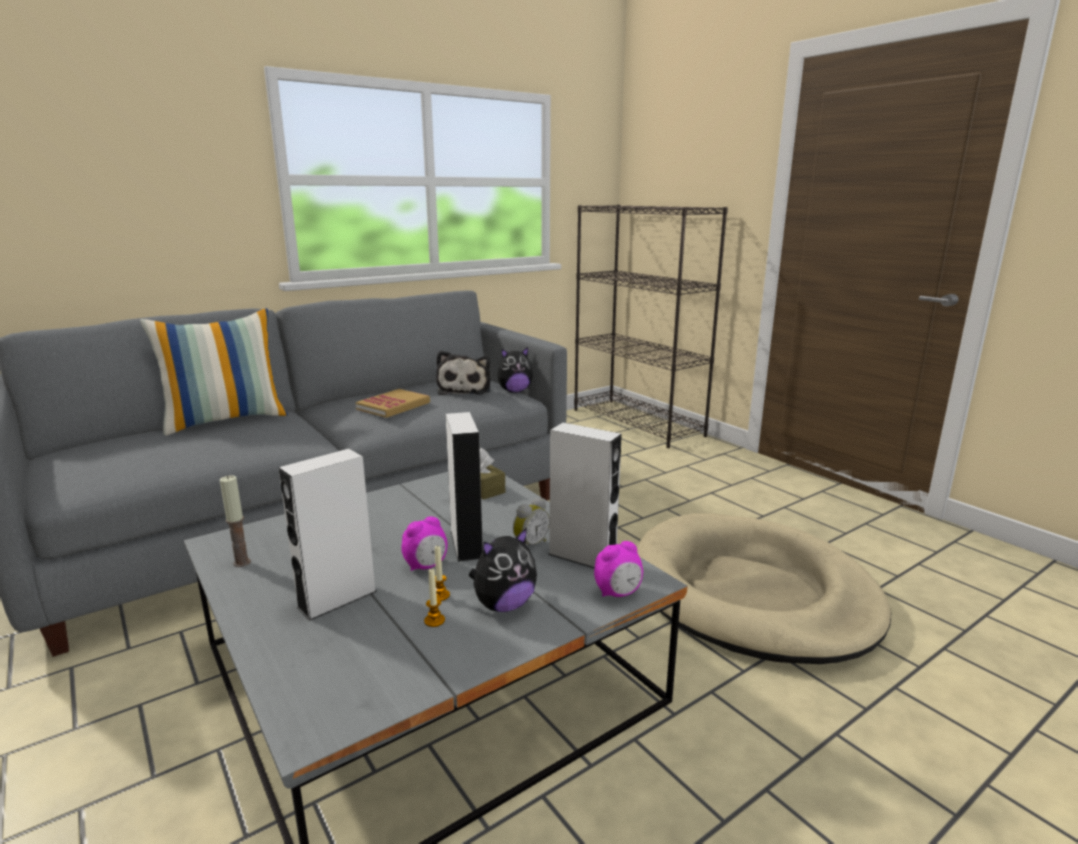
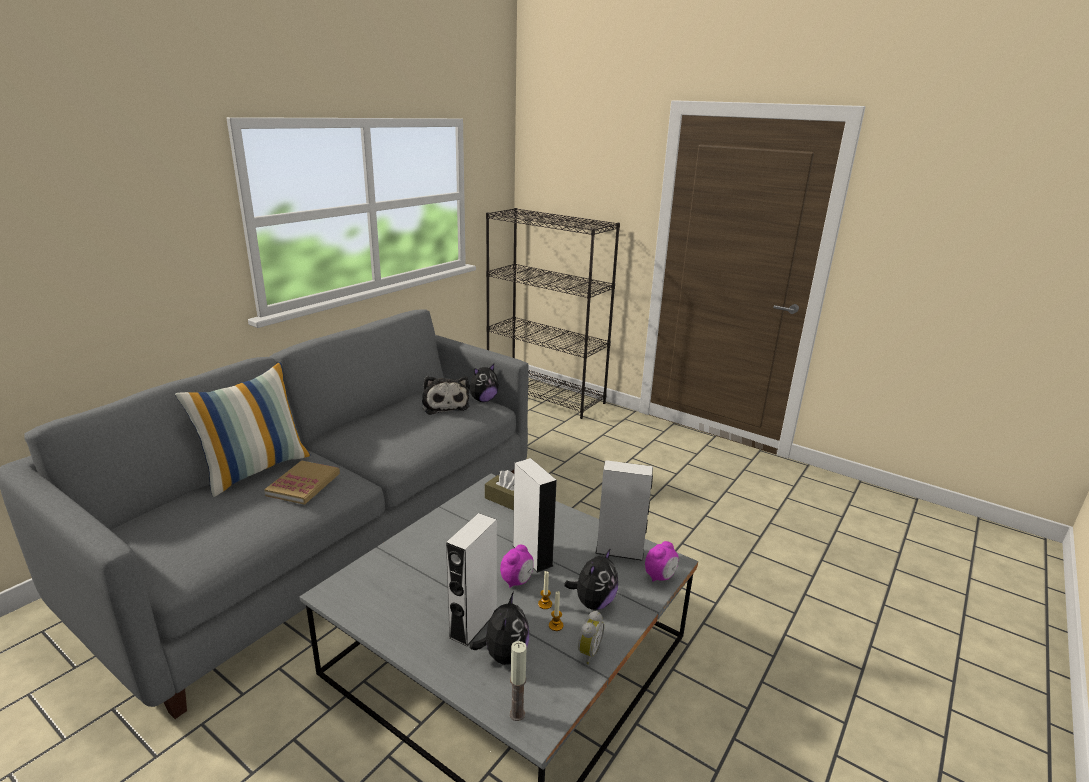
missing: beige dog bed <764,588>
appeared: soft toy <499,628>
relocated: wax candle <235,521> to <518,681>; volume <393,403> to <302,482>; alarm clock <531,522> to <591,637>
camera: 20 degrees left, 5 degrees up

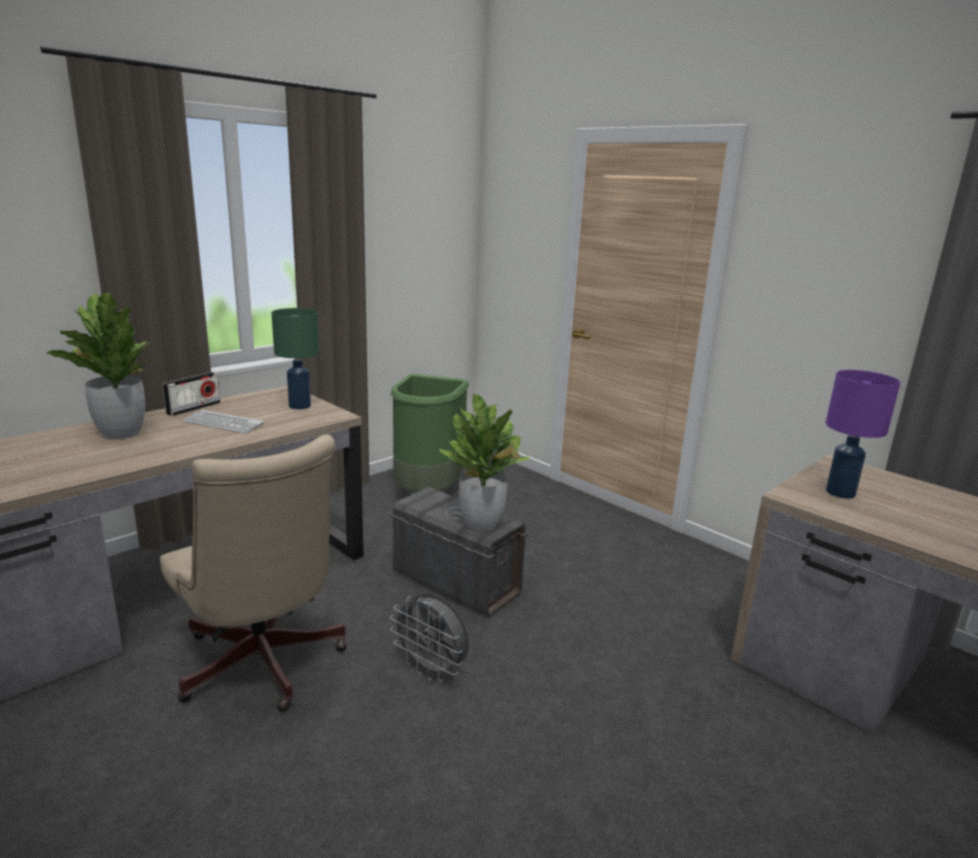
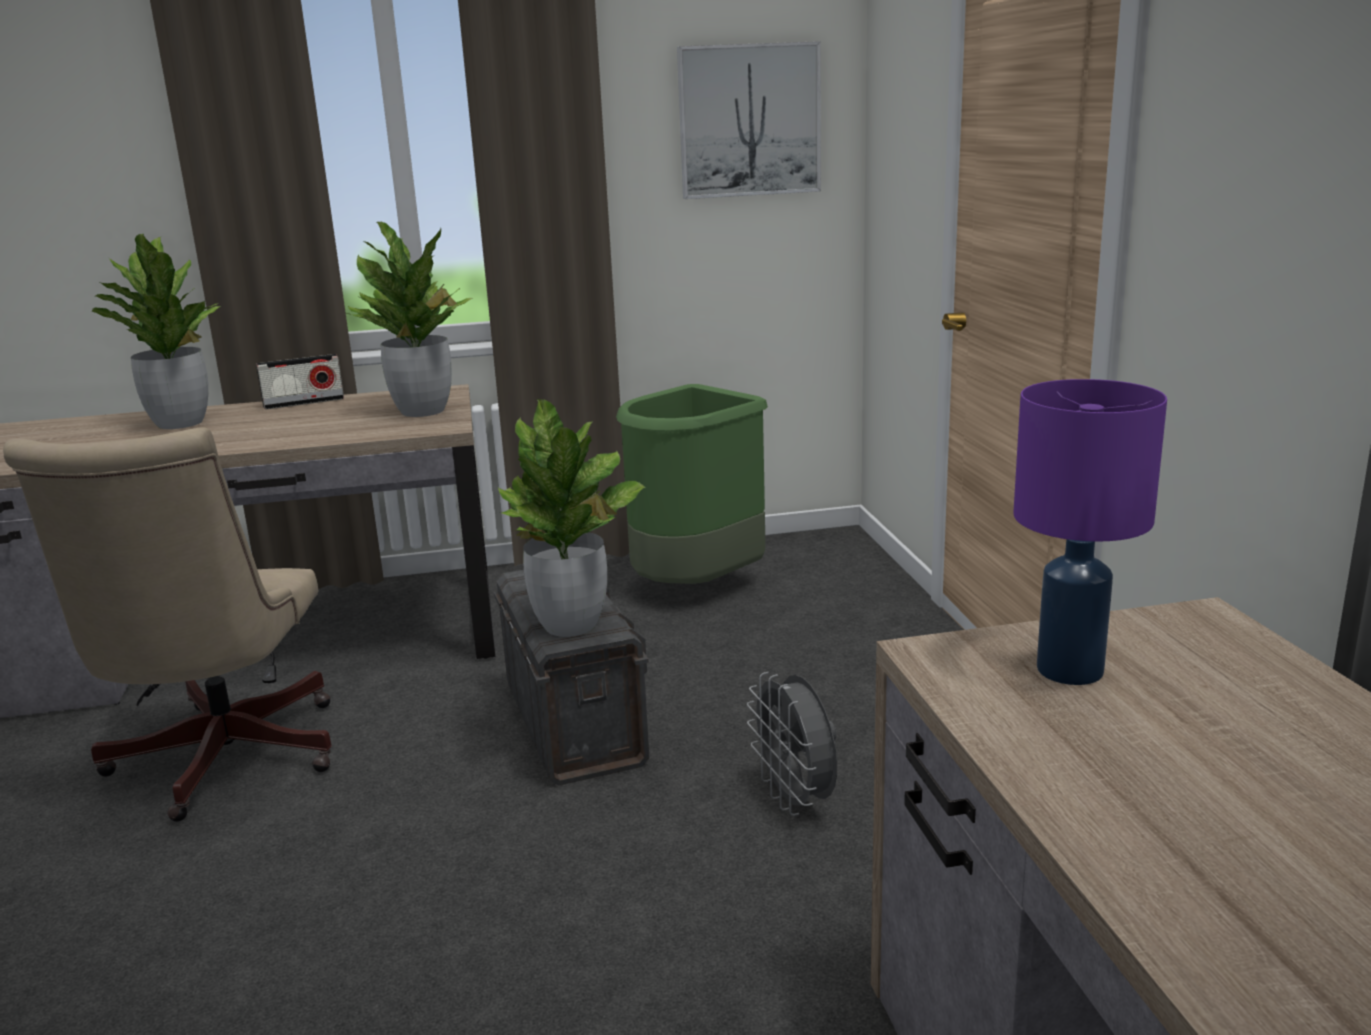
missing: computer keyboard <223,422>
appeared: picture <749,120>
relocated: greyish fan <429,638> to <792,744>
exchanged: green-coloured tabletop lamp <295,358> to plant in a pot <410,319>
camera: 35 degrees right, 0 degrees up

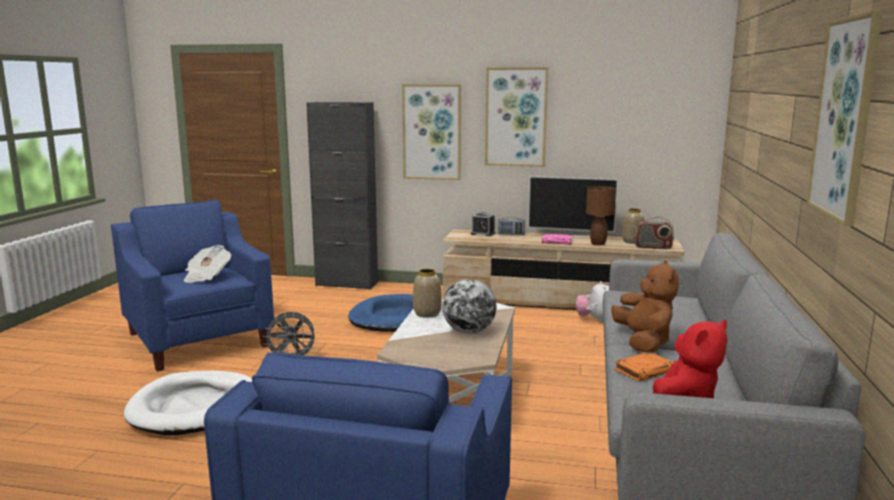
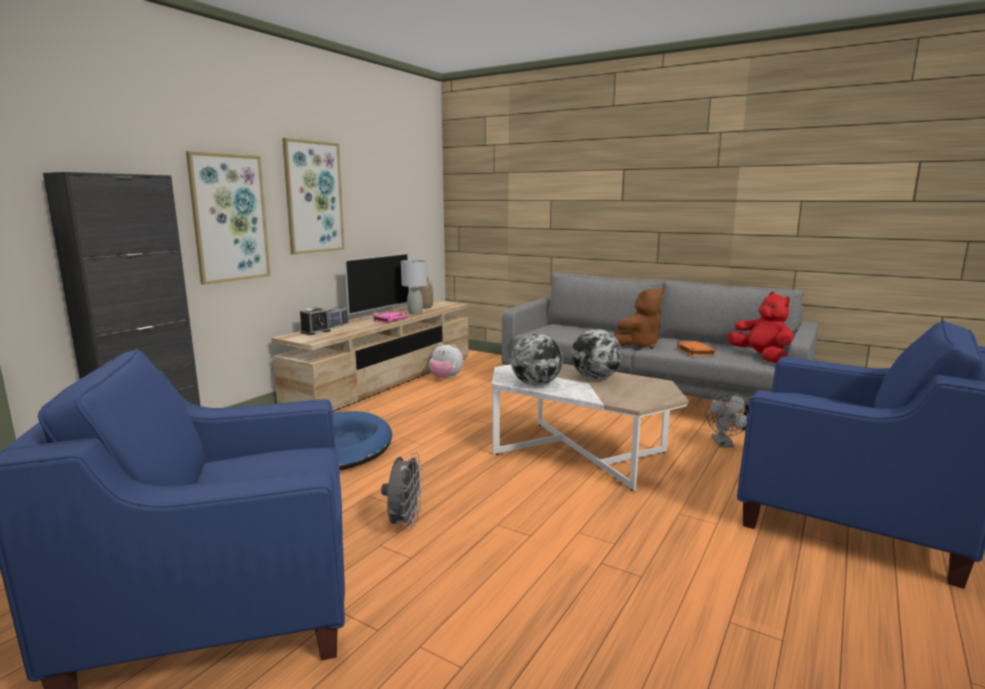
missing: white dog bed <188,403>; daily paper <207,264>; radio <654,233>; picture <845,118>
appeared: greyish fan <728,419>
exchanged: decorative vase <427,293> to globe <537,360>
colour: brown-coloured tabletop lamp <600,215> to greyish tabletop lamp <414,287>
spun: brown-coloured soft toy <645,306> = <639,318> 135 degrees clockwise
camera: 70 degrees left, 0 degrees up

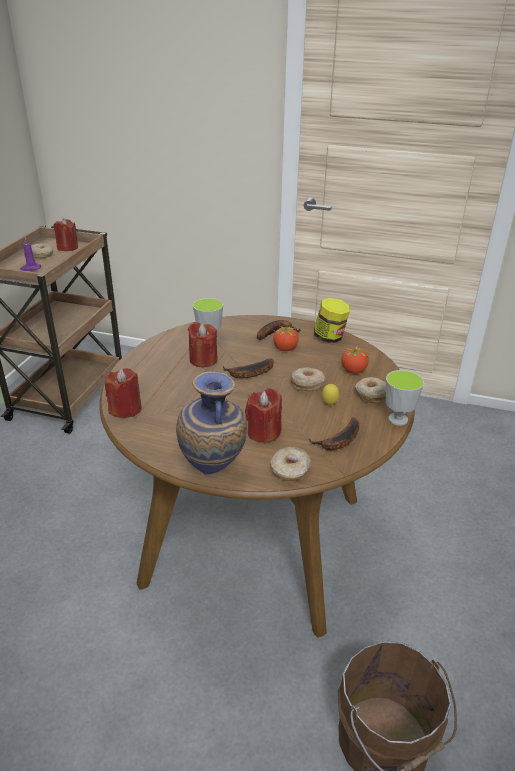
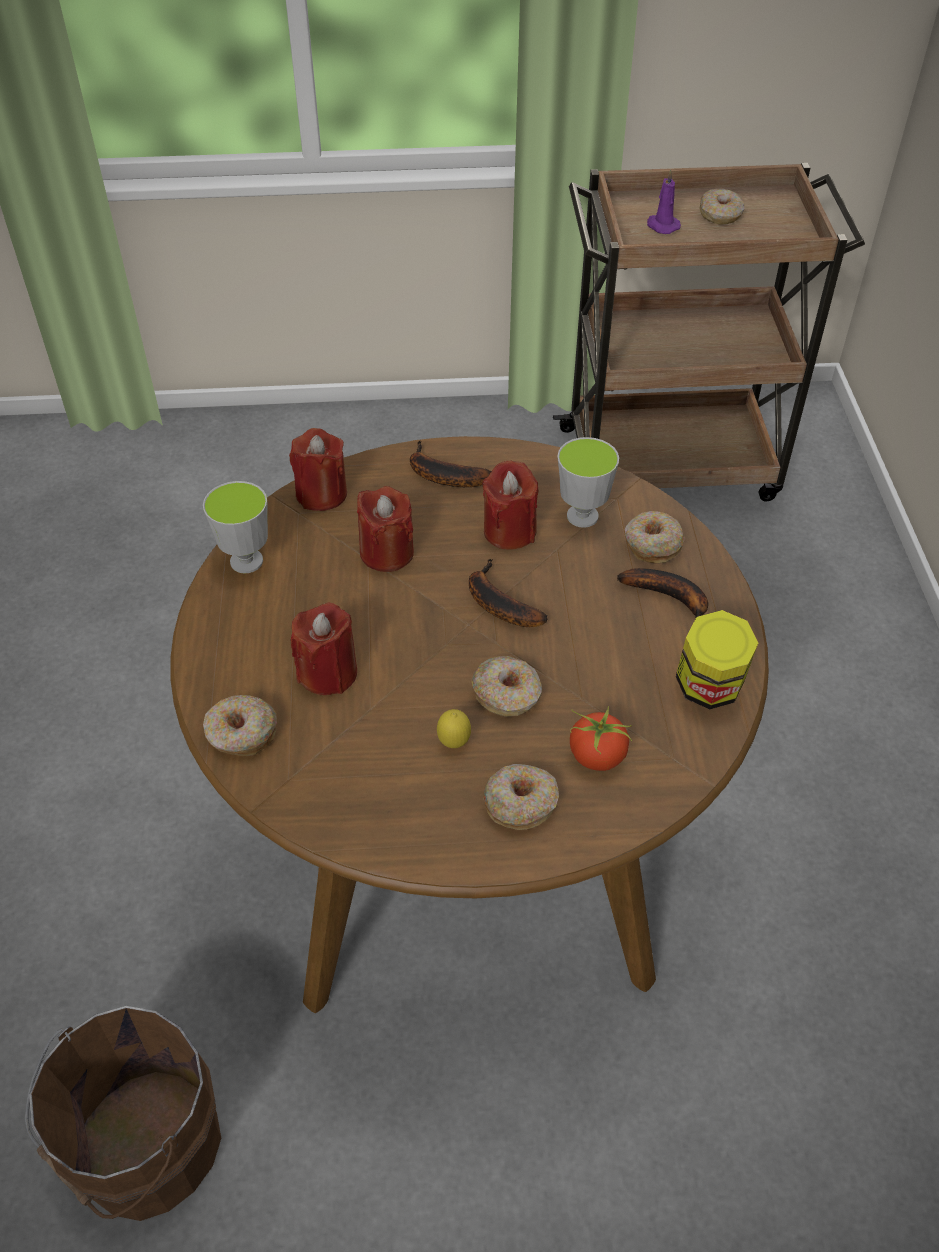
missing: decorative vase <211,423>; whole tomato <286,338>
appeared: doughnut <655,537>
relocated: red wax candle <66,234> to <385,529>; banana fruit <334,434> to <450,463>; drinking cup <405,398> to <235,527>
camera: 70 degrees right, 15 degrees up

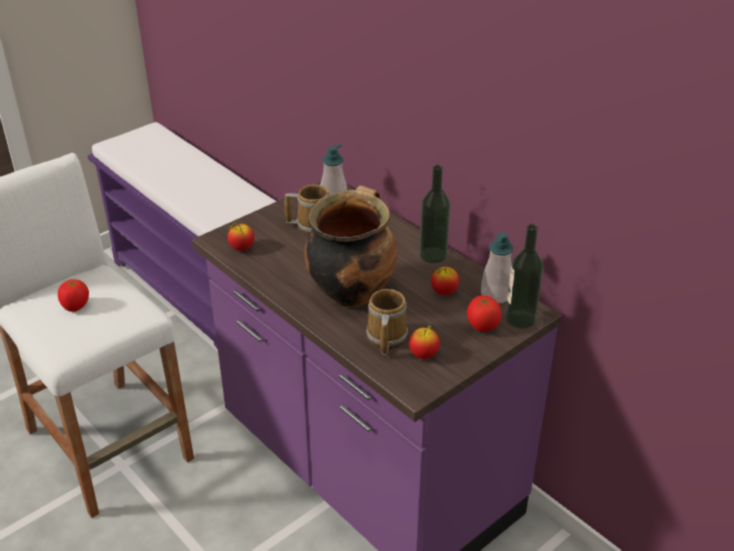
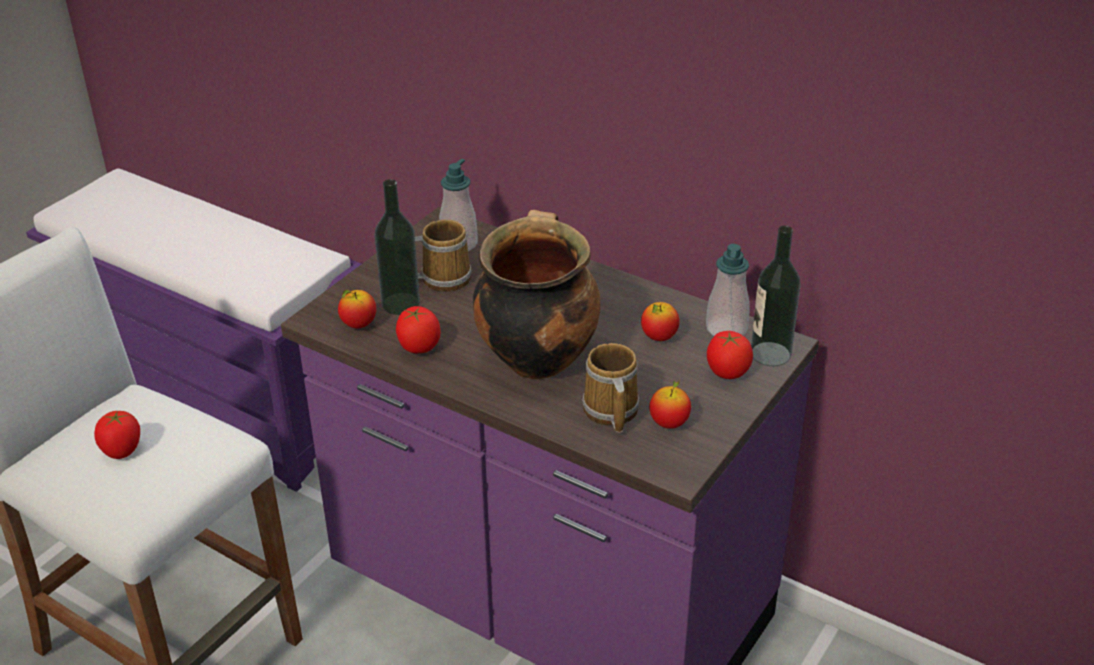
appeared: whole tomato <418,329>
relocated: drink bottle <434,214> to <397,247>
camera: 15 degrees left, 0 degrees up

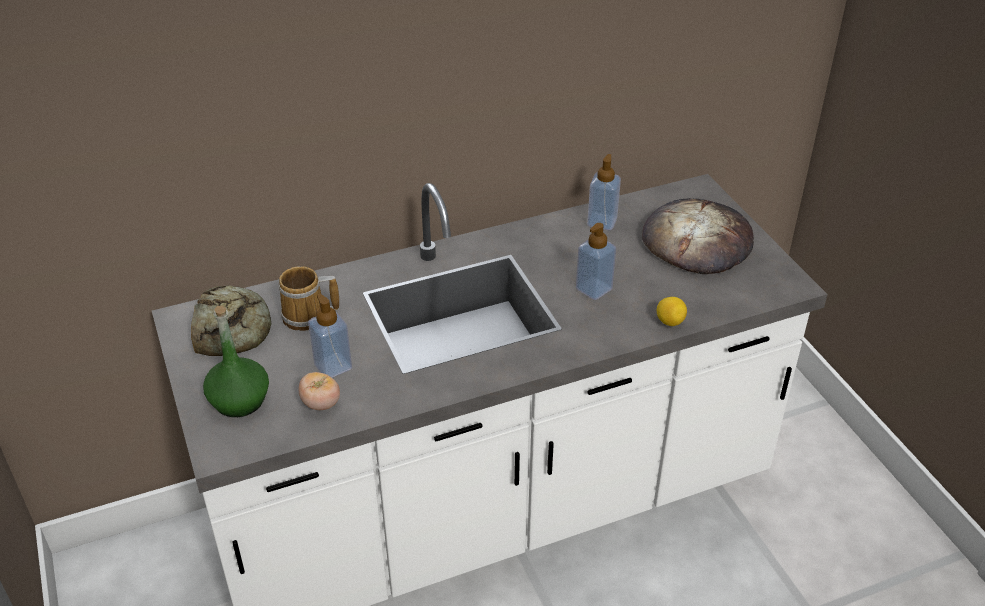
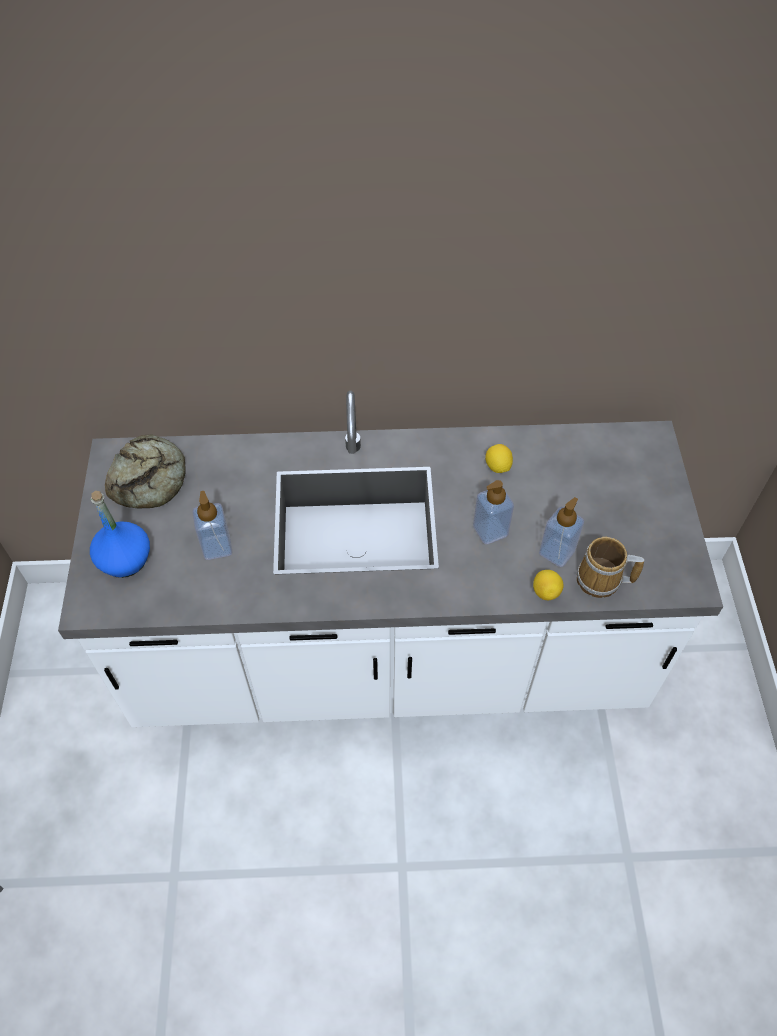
missing: whole tomato <319,391>; bread <698,236>
appeared: whole lemon <499,458>
relocated: coffee mug <308,298> to <610,567>; liquid soap bottle <604,192> to <561,532>
colour: green-coloured drink bottle <236,361> to bluish drink bottle <120,534>
camera: 20 degrees right, 15 degrees up

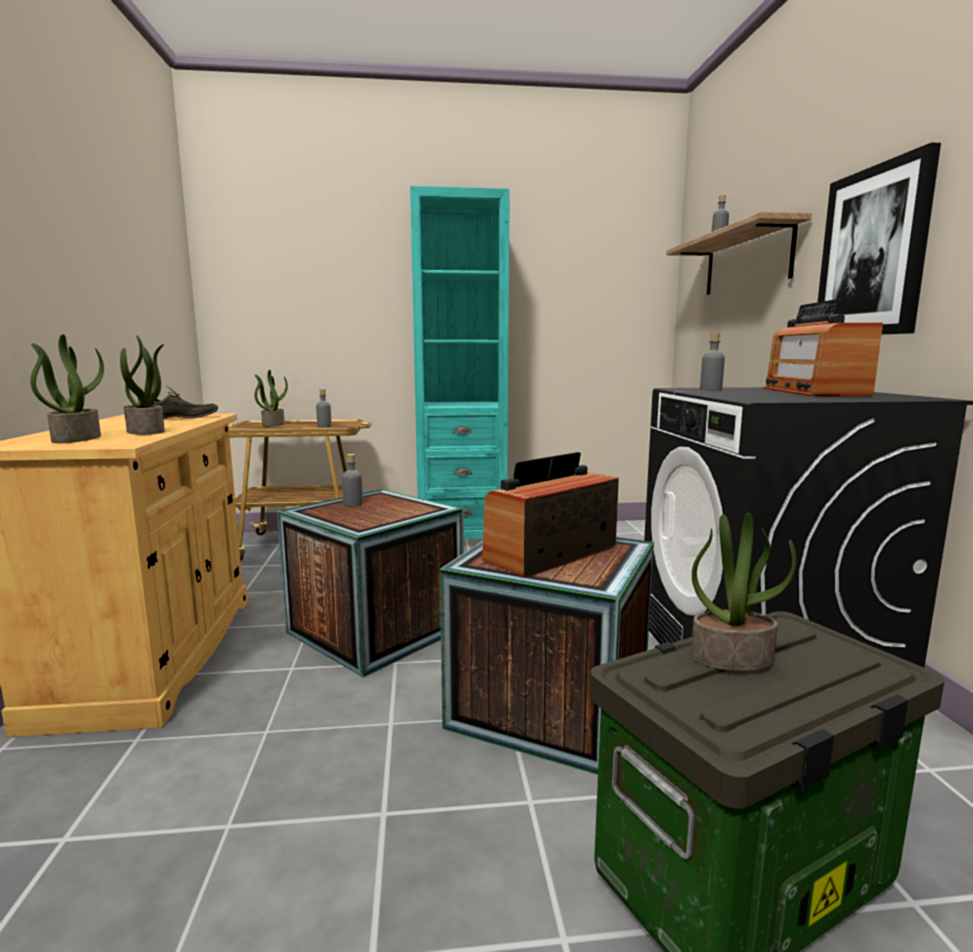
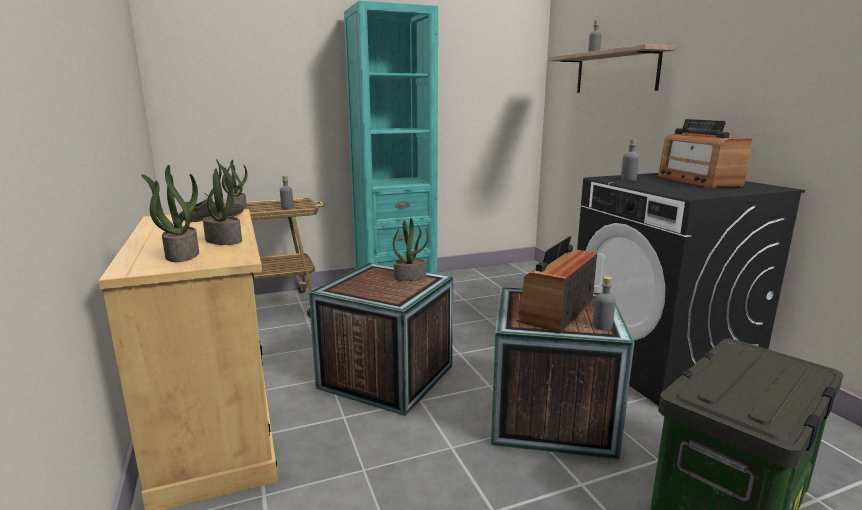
missing: picture <879,238>
relocated: greyish drink bottle <352,480> to <604,303>; plant in a pot <744,592> to <410,249>
camera: 15 degrees left, 5 degrees up

